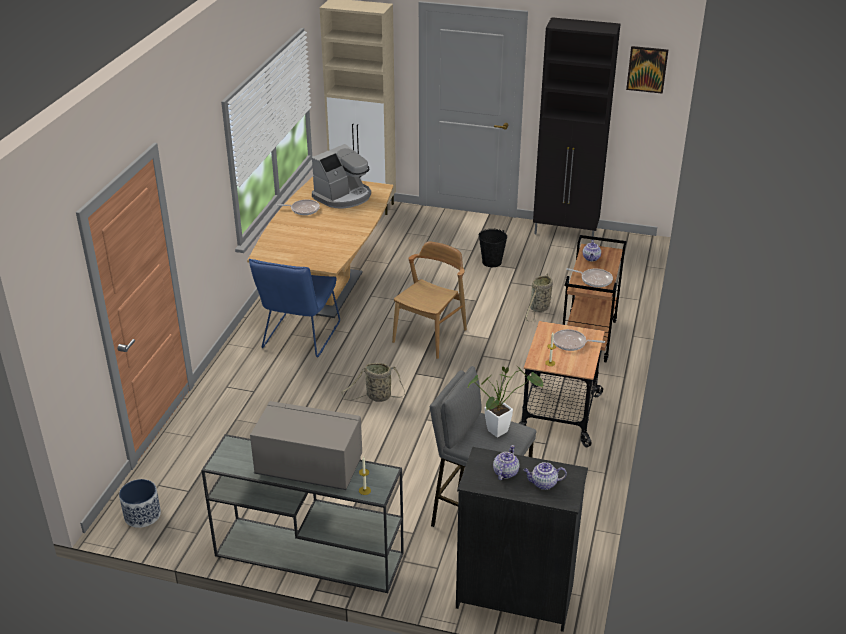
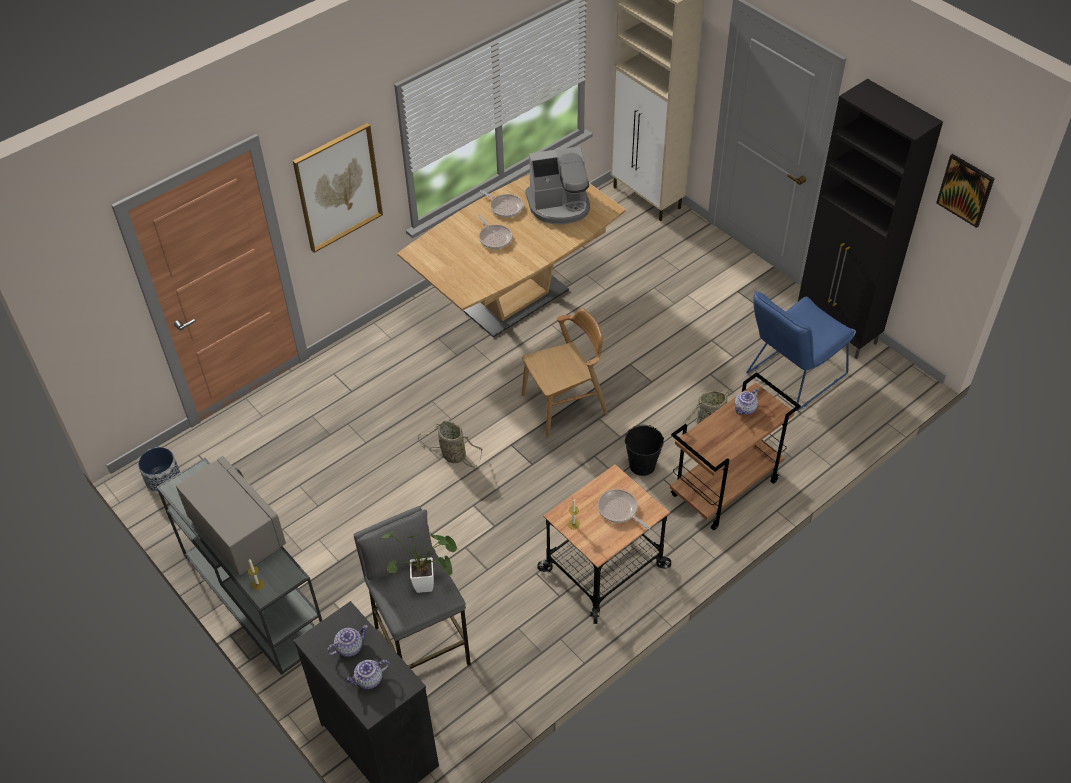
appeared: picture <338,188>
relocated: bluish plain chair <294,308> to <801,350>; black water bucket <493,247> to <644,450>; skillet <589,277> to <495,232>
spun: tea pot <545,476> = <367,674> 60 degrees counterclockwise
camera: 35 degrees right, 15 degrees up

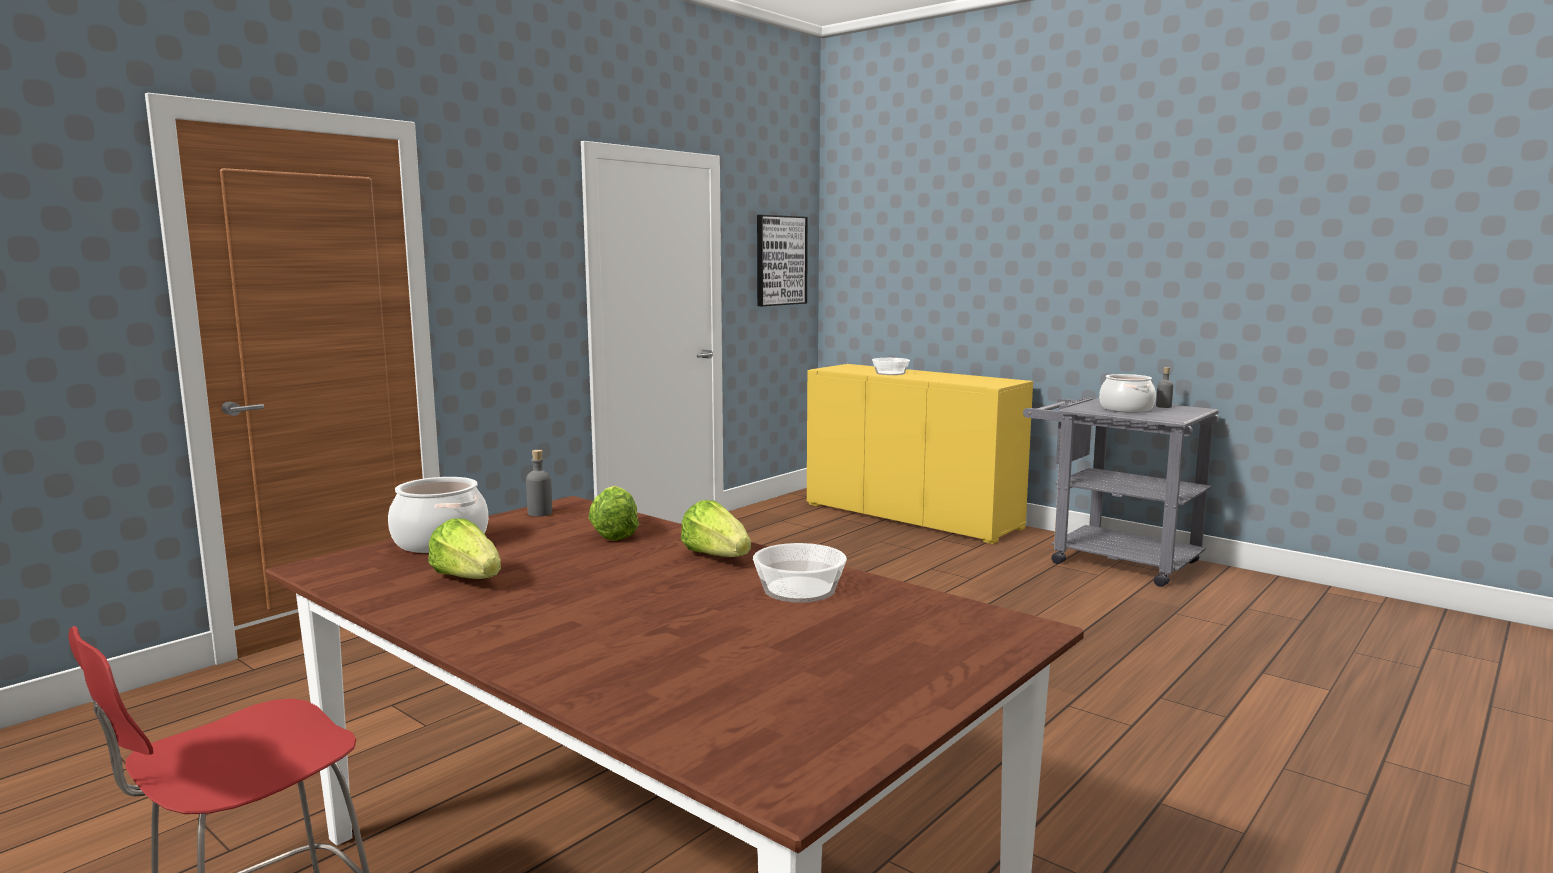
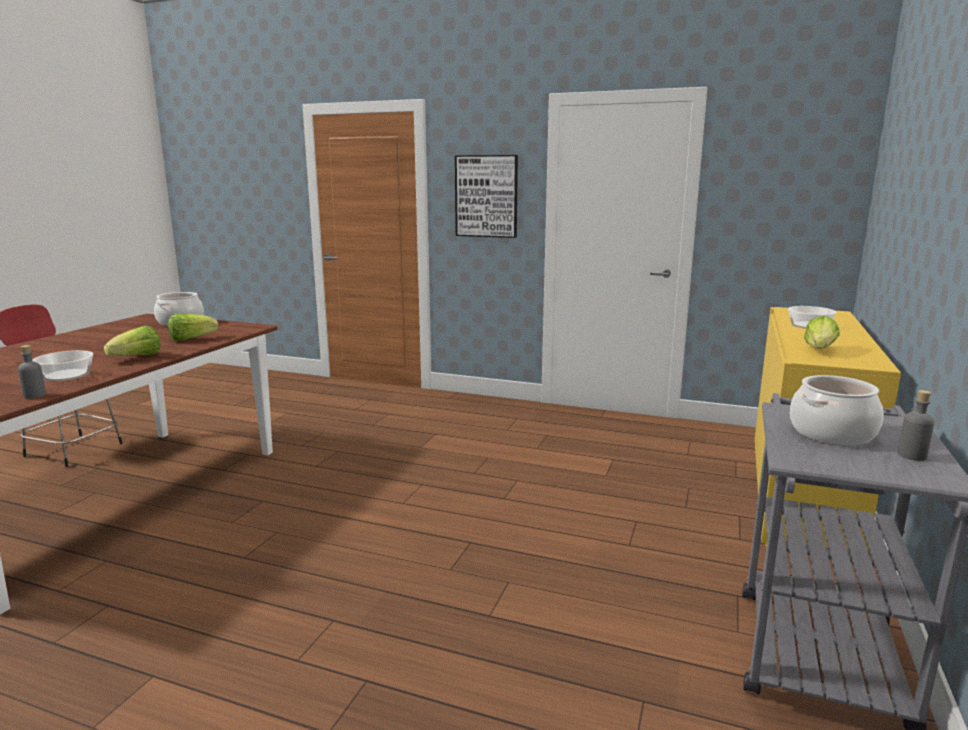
relocated: head of lettuce <464,549> to <822,332>; greyish drink bottle <539,483> to <32,372>; picture <782,260> to <486,196>
camera: 70 degrees right, 5 degrees up

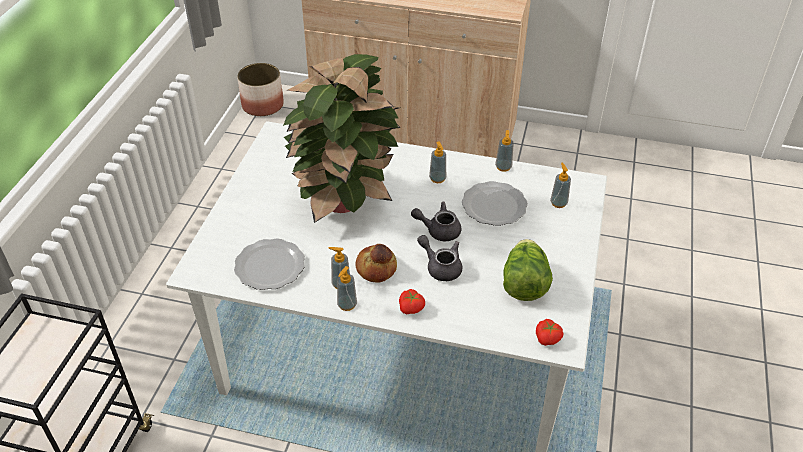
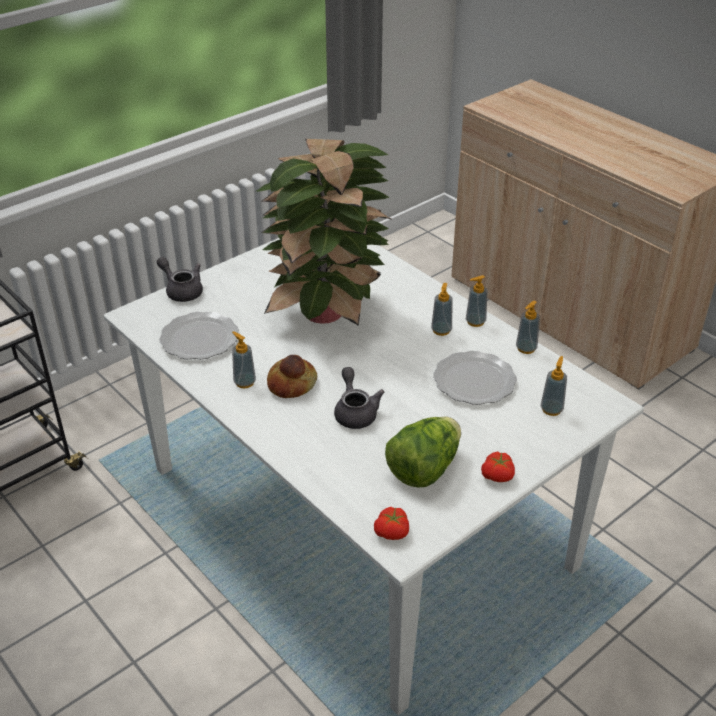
missing: planter <260,89>
relocated: liquid soap bottle <347,288> to <477,301>; whole tomato <412,302> to <498,467>; greyish tea pot <436,221> to <180,279>
camera: 35 degrees right, 5 degrees down

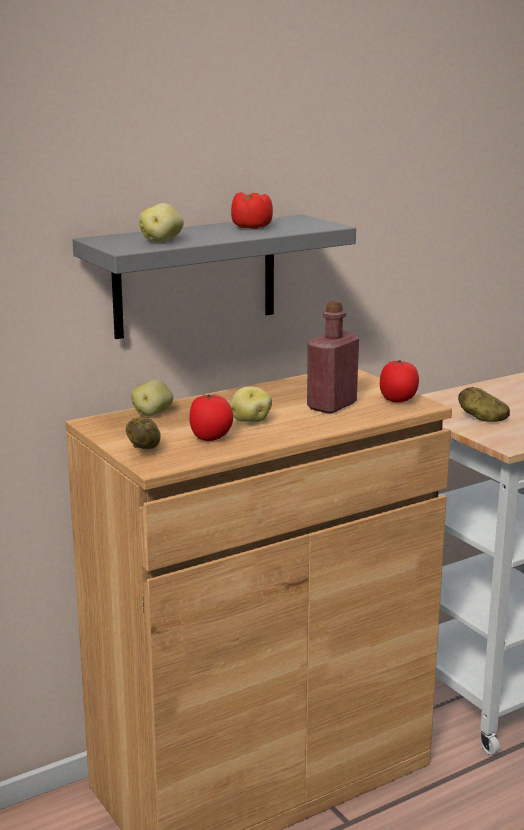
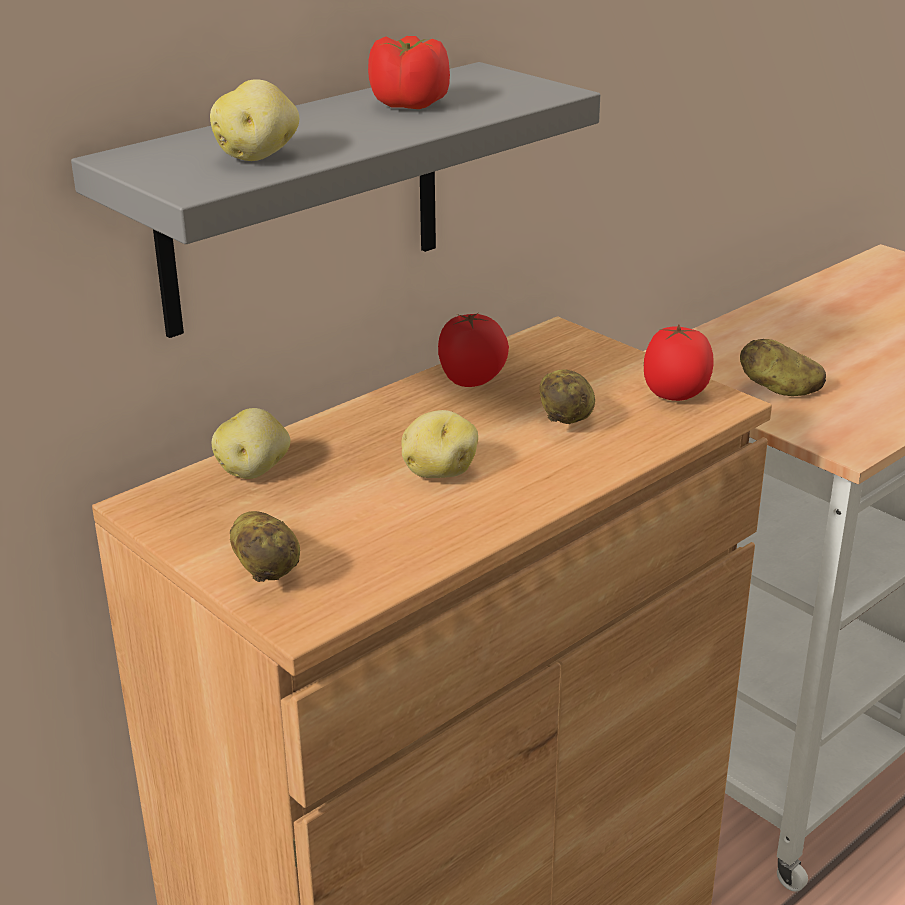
relocated: whole tomato <211,417> to <473,350>
exchanged: red drink bottle <333,357> to whole potato <567,396>
camera: 10 degrees left, 10 degrees up

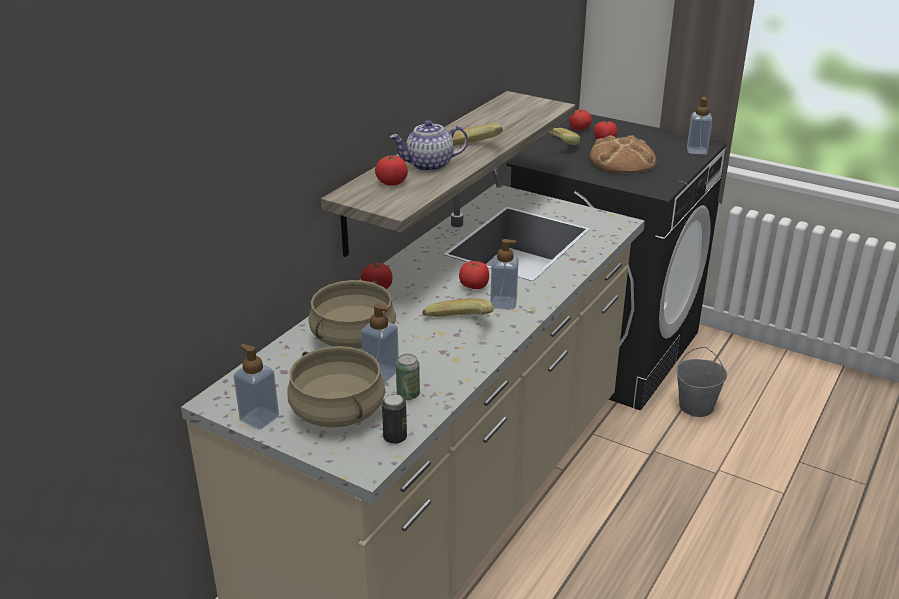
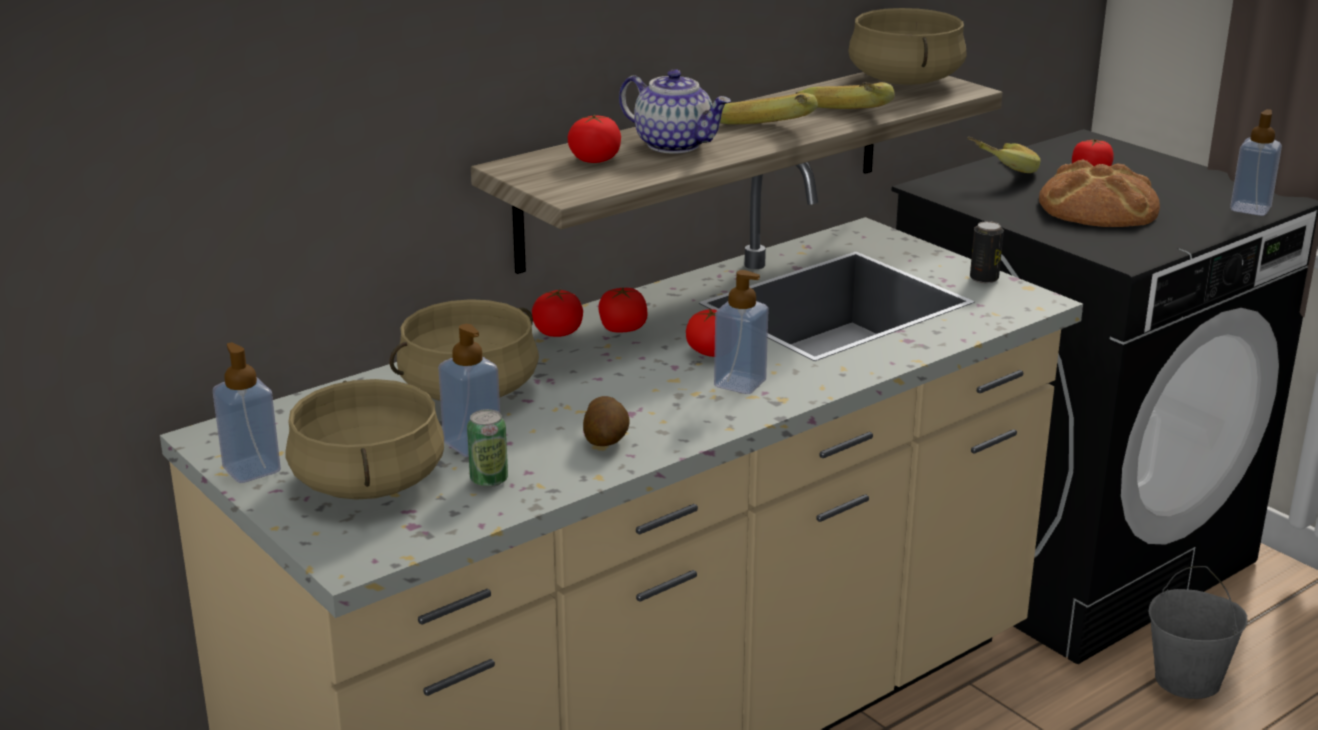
appeared: whole potato <606,421>; beige cooking pot <907,46>
relocated: sealed can <394,419> to <987,252>; banana fruit <458,307> to <845,95>; whole tomato <580,119> to <622,310>
spun: tea pot <429,146> = <675,111> 150 degrees counterclockwise
camera: 20 degrees right, 5 degrees down

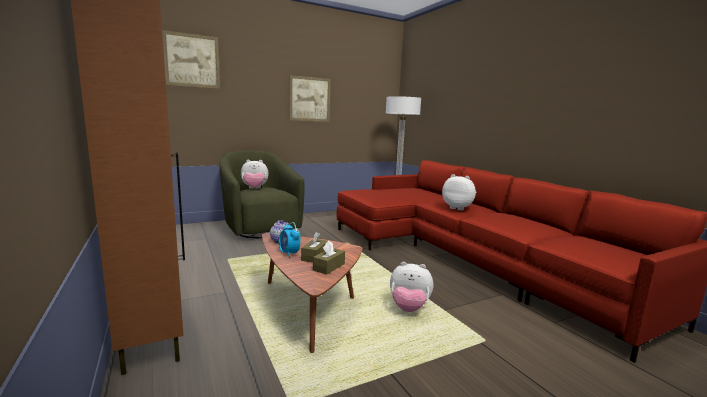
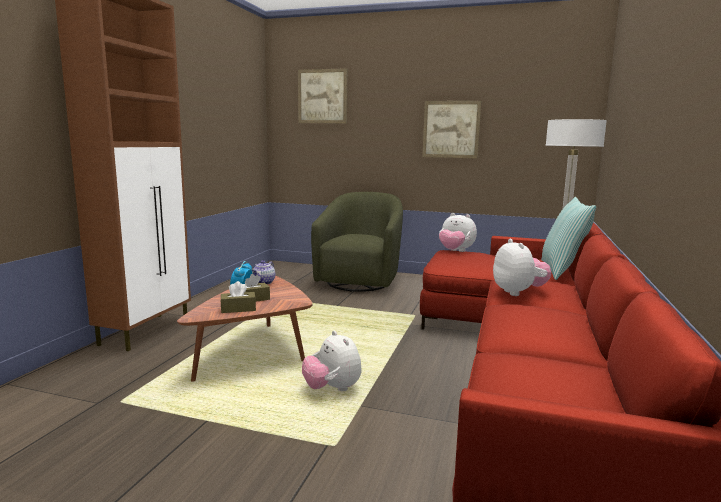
appeared: throw pillow <568,238>
relocated: soft toy <255,174> to <458,232>
camera: 45 degrees right, 0 degrees up

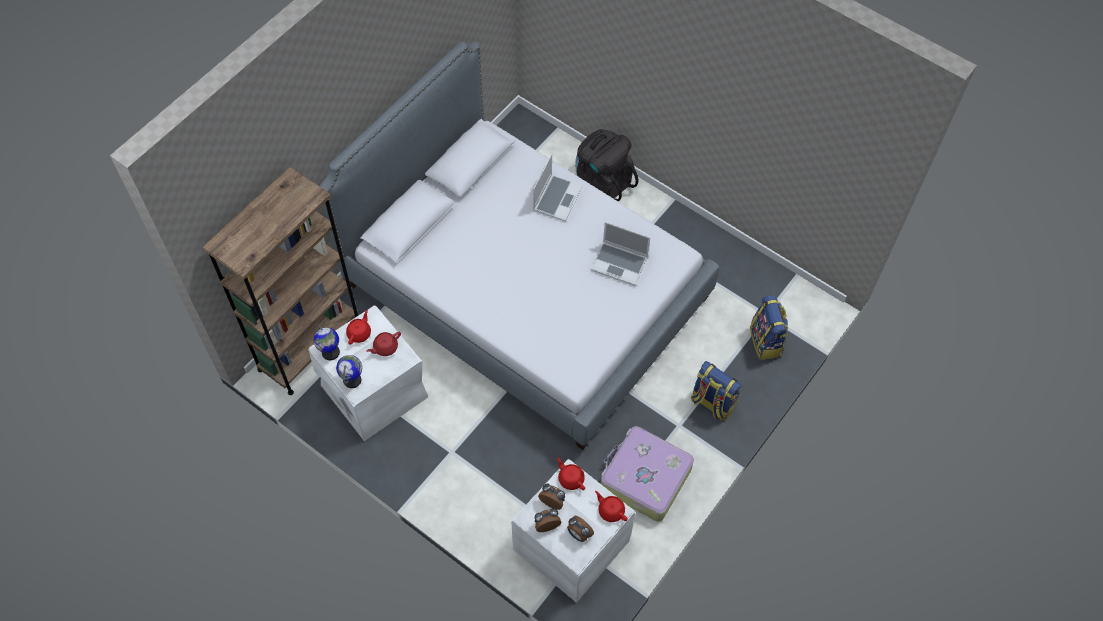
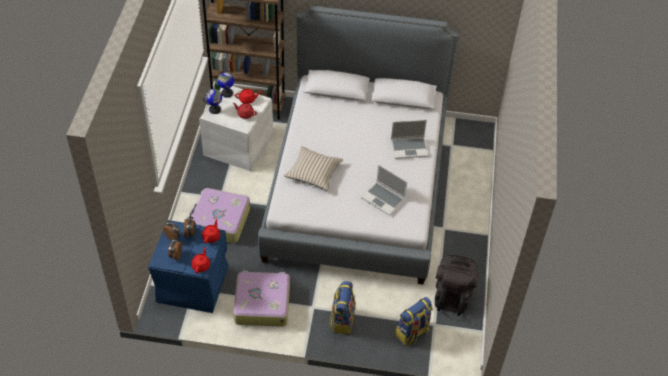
appeared: travel case <219,215>; beige throw pillow <313,168>
relocated: black backpack <606,165> to <457,285>
colour: white storage bin <573,531> to bluish storage bin <188,266>
spun: laptop <620,254> = <384,190> 45 degrees counterclockwise
camera: 60 degrees right, 10 degrees down

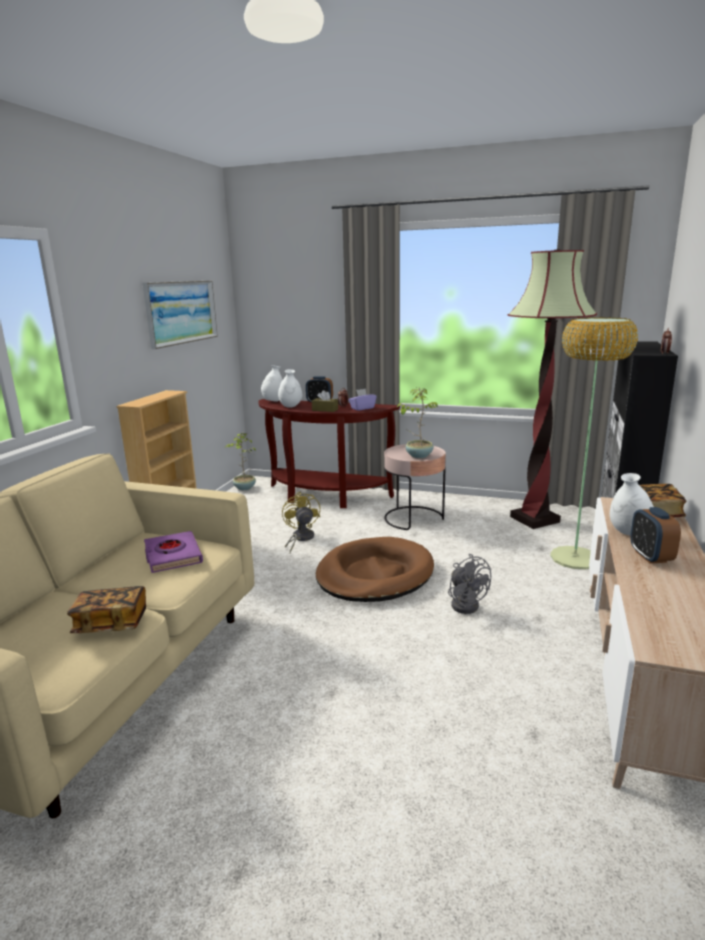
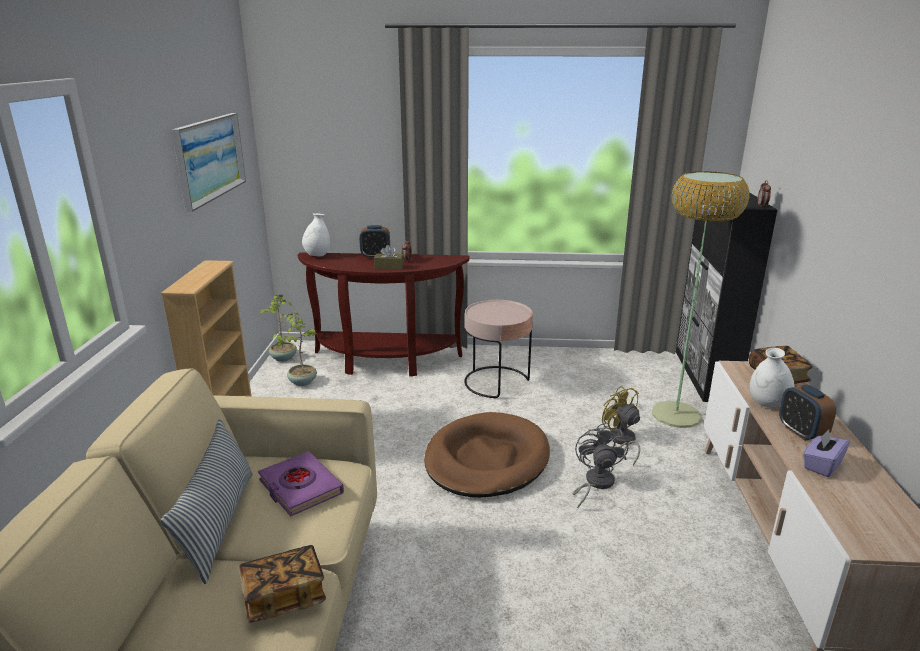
missing: white decorative vase <290,388>; standard lamp <552,389>
appeared: throw pillow <207,501>
relocated: yellowish fan <301,522> to <621,425>; purple tissue box <363,400> to <826,453>; plant in a pot <417,422> to <295,350>
spun: greyish fan <469,584> = <600,465> 135 degrees counterclockwise
camera: 15 degrees left, 5 degrees up

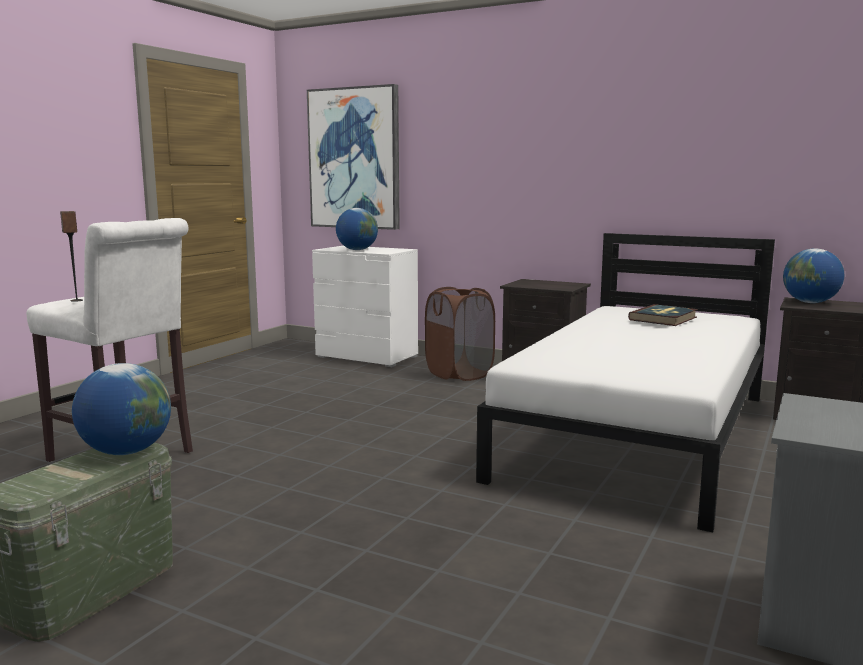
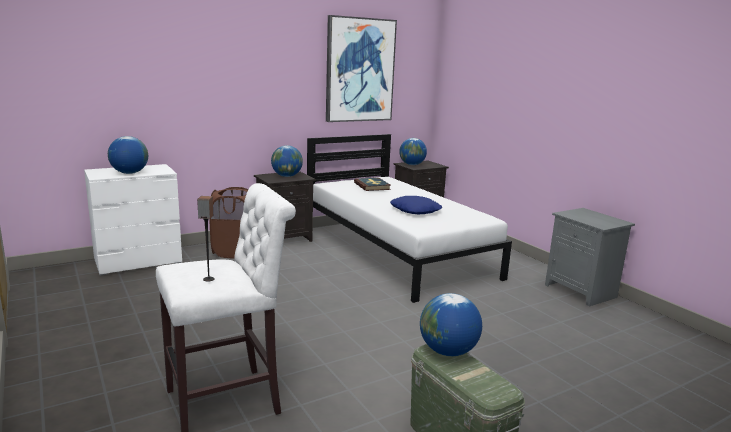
appeared: globe <287,161>; bluish throw pillow <416,205>
relocated: picture <353,157> to <361,68>
camera: 60 degrees left, 5 degrees up

